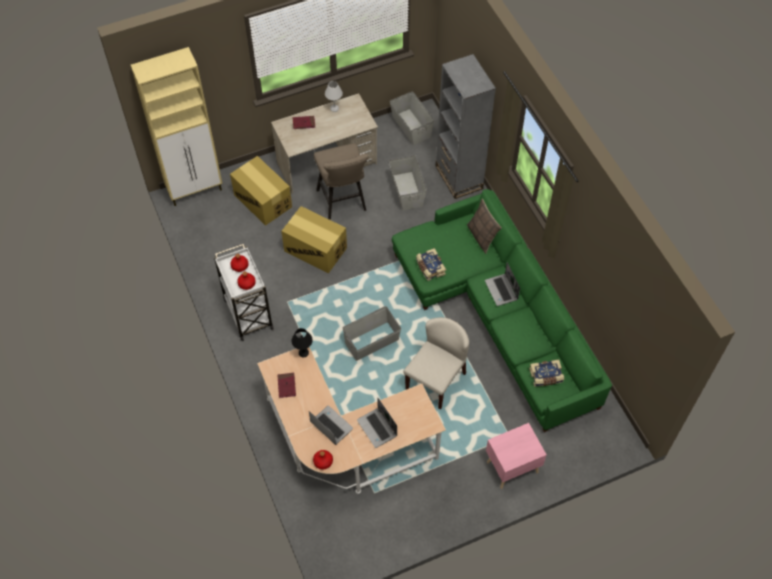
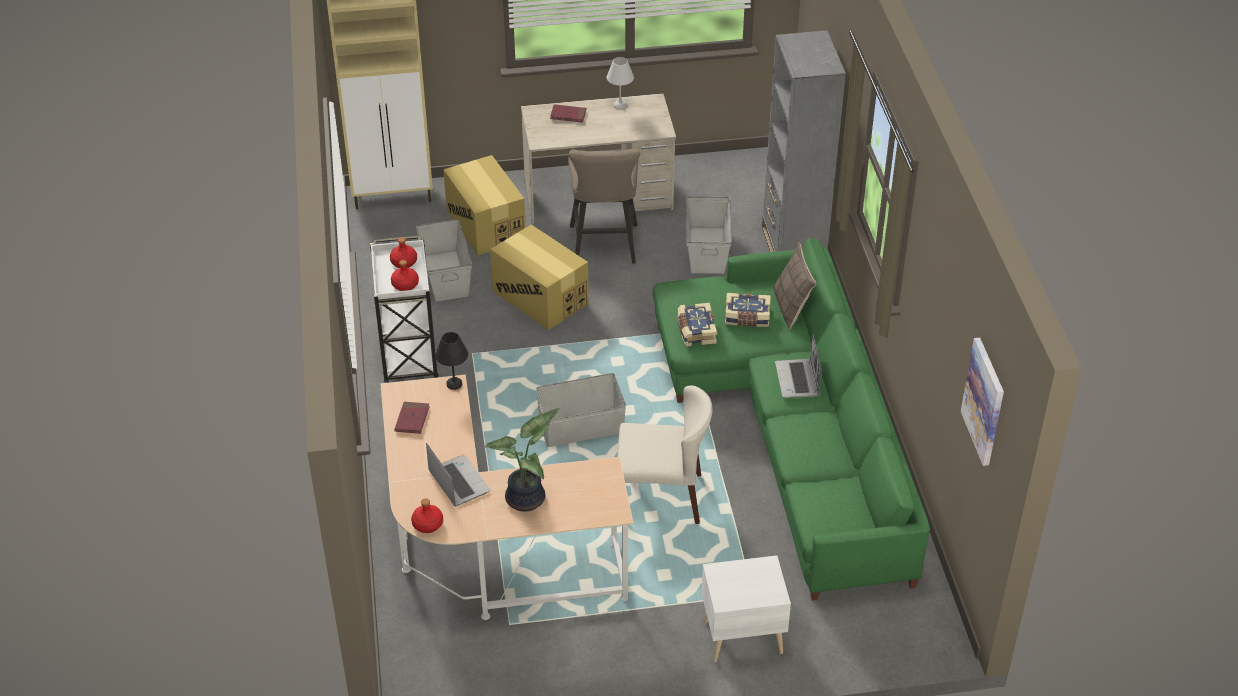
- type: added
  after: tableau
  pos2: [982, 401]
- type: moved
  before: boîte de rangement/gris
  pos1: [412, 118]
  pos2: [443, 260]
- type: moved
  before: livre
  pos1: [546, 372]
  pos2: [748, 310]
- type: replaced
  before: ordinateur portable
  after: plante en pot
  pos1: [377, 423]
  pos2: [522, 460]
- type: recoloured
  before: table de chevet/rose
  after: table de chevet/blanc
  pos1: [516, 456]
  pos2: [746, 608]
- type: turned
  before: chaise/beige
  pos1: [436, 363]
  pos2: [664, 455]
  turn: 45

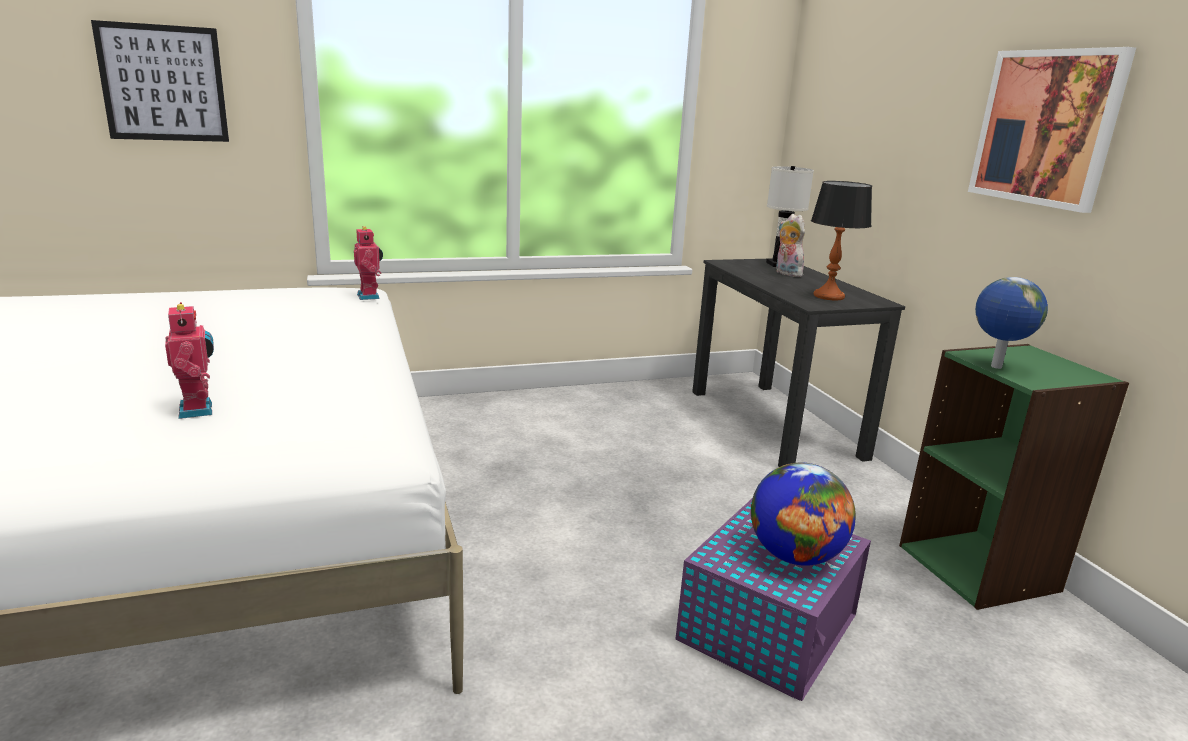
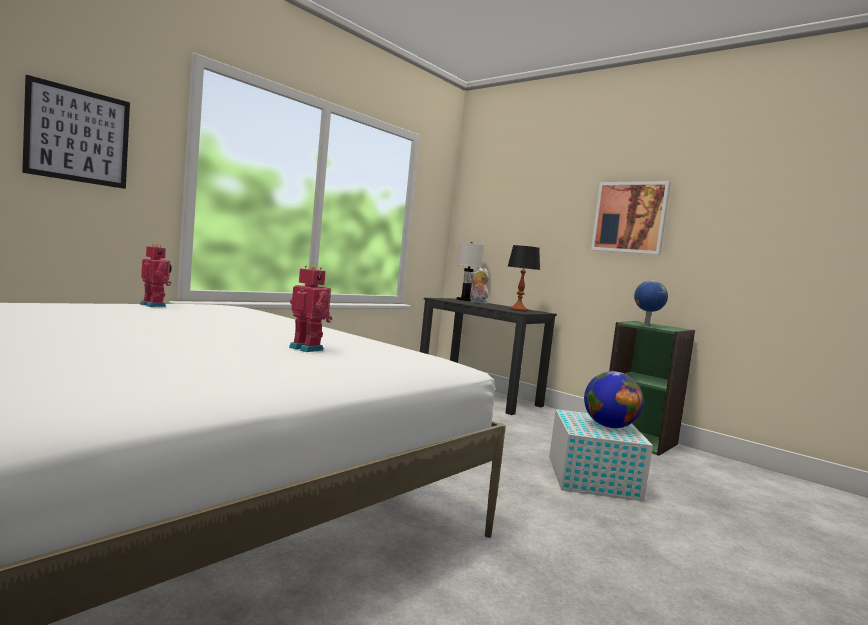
- type: moved
  before: robot jouet
  pos1: [368, 263]
  pos2: [156, 275]
- type: recoloured
  before: boîte de rangement/violet
  after: boîte de rangement/blanc
  pos1: [773, 600]
  pos2: [601, 455]

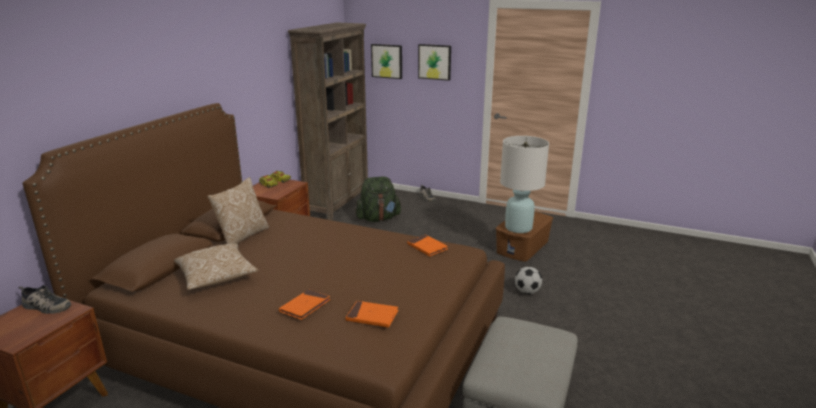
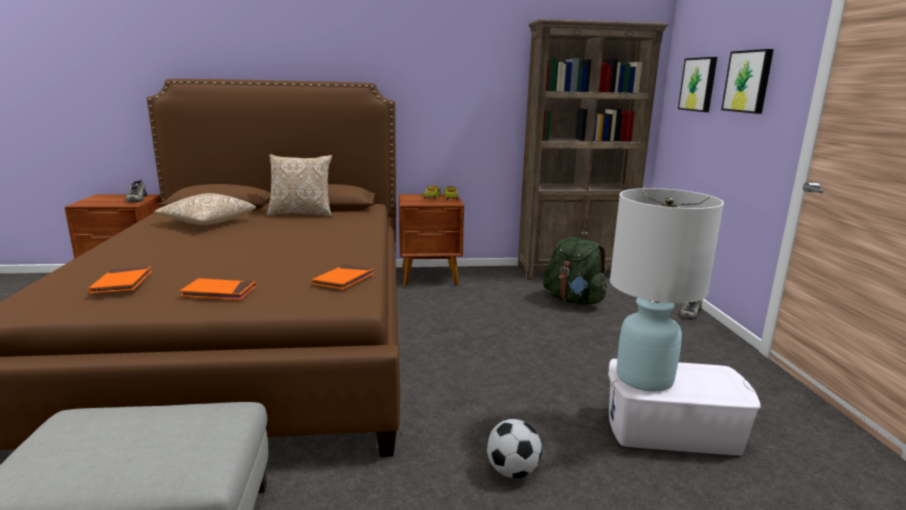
- type: moved
  before: livre/orange
  pos1: [304, 304]
  pos2: [218, 289]
- type: recoloured
  before: boîte de rangement/marron
  after: boîte de rangement/blanc
  pos1: [524, 236]
  pos2: [684, 407]

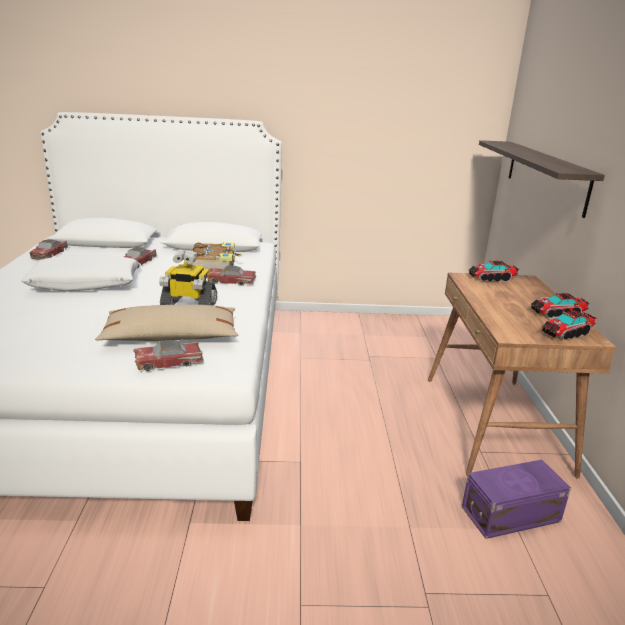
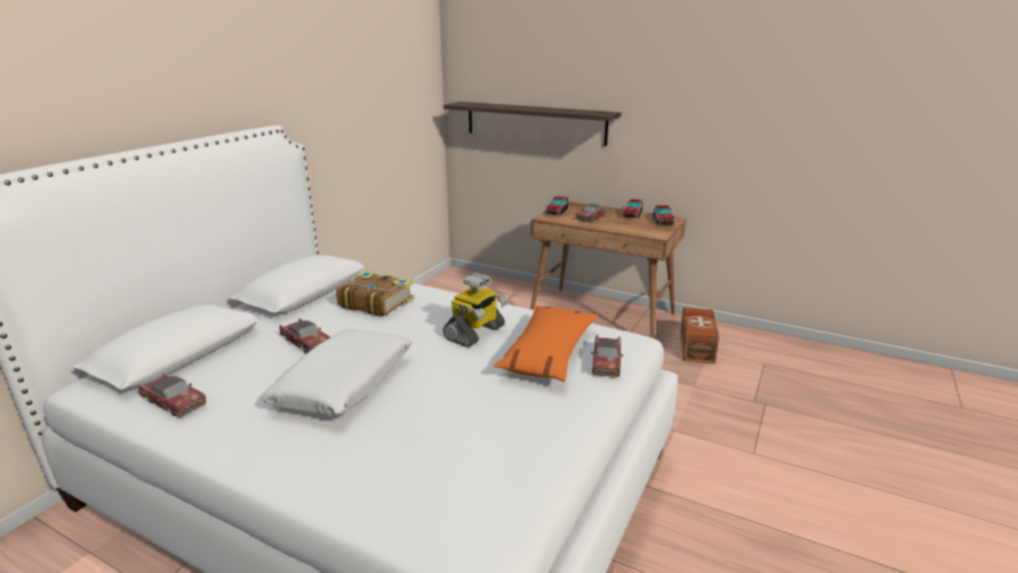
- type: moved
  before: petite voiture
  pos1: [231, 276]
  pos2: [591, 213]
- type: recoloured
  before: coussin/beige
  after: coussin/orange
  pos1: [166, 322]
  pos2: [546, 344]
- type: recoloured
  before: boîte de rangement/violet
  after: boîte de rangement/marron
  pos1: [516, 499]
  pos2: [699, 335]

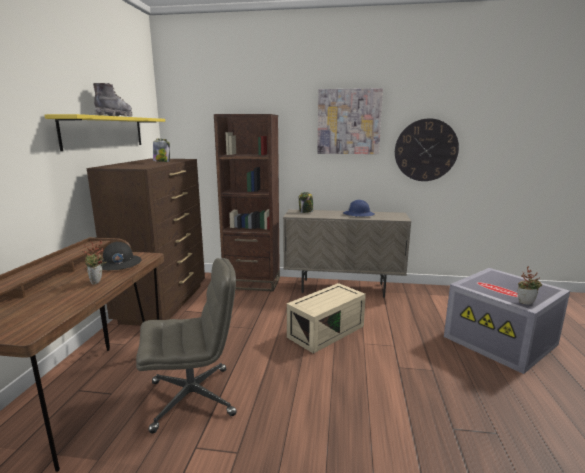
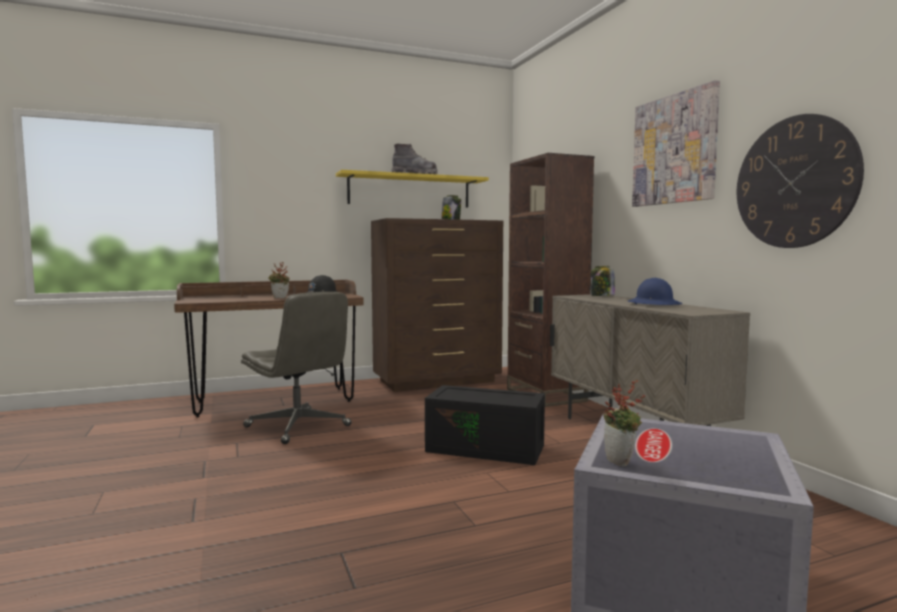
- type: recoloured
  before: boîte de rangement/beige
  after: boîte de rangement/noir
  pos1: [326, 318]
  pos2: [485, 425]

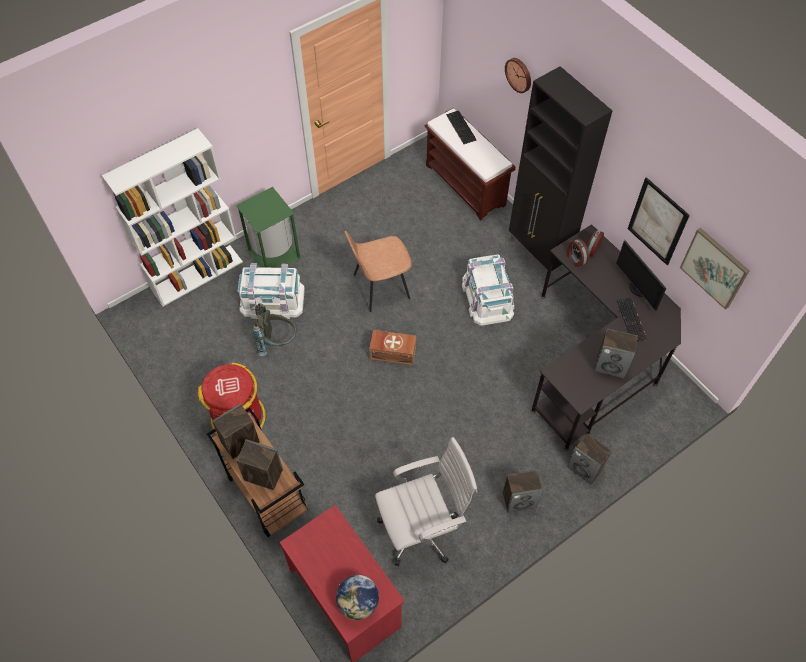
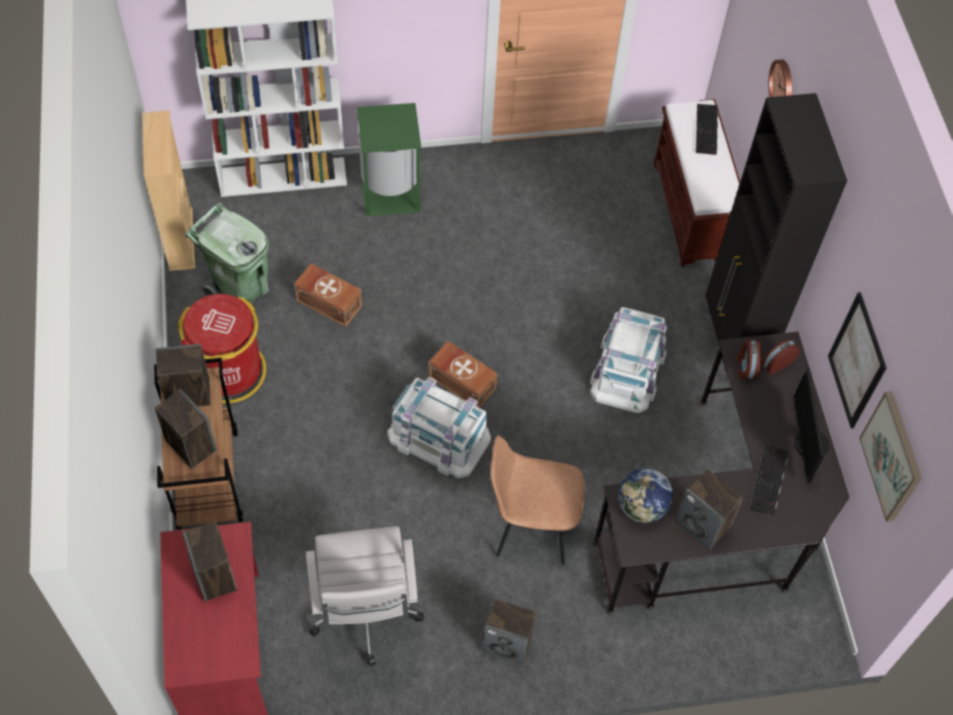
- type: added
  after: bibliothèque/beige
  pos2: [168, 190]
- type: added
  after: poubelle/vert
  pos2: [227, 253]
- type: moved
  before: boîte de rangement/blanc
  pos1: [271, 291]
  pos2: [439, 427]
- type: moved
  before: globe
  pos1: [357, 597]
  pos2: [645, 495]
- type: moved
  before: chaise/marron
  pos1: [378, 271]
  pos2: [537, 500]
- type: moved
  before: enceinte
  pos1: [589, 459]
  pos2: [209, 561]
- type: replaced
  before: sac à dos/gris
  after: boîte de rangement/marron
  pos1: [274, 329]
  pos2: [328, 295]
- type: turned
  before: chaise de bureau/blanc
  pos1: [426, 501]
  pos2: [365, 596]
  turn: 75

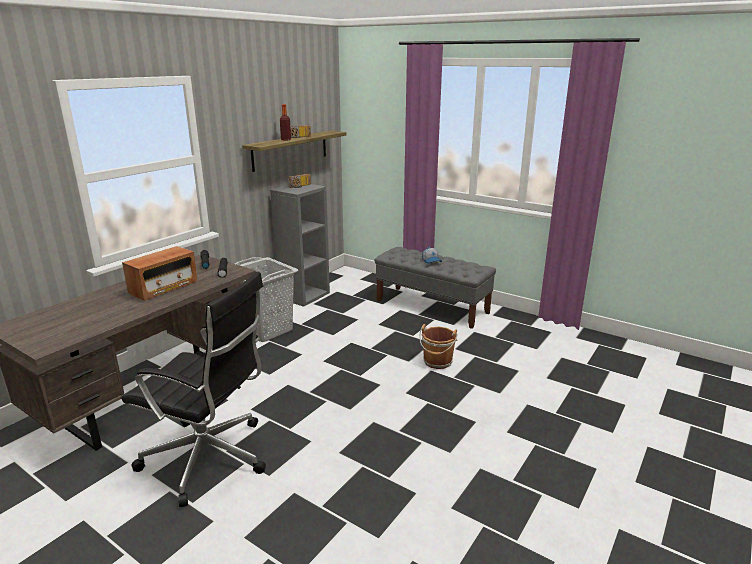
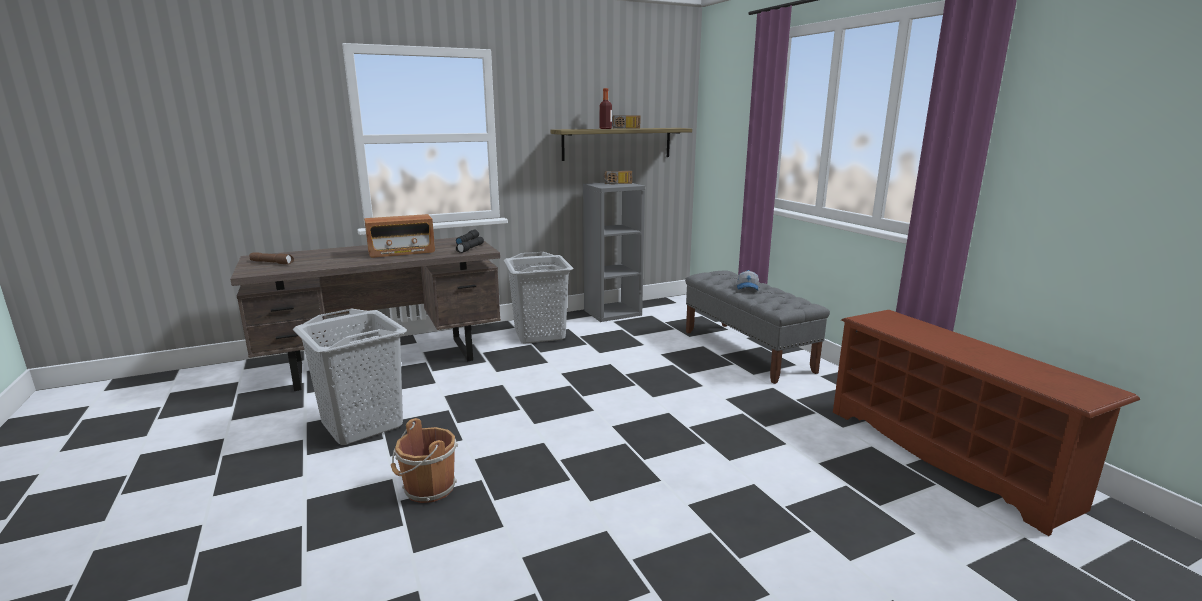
- type: added
  after: lampe de poche/marron
  pos2: [271, 258]
- type: added
  after: étagère à chaussures/marron
  pos2: [986, 423]
- type: moved
  before: seau/marron
  pos1: [438, 346]
  pos2: [424, 460]
- type: replaced
  before: chaise de bureau/noir
  after: panier à linge/gris
  pos1: [194, 389]
  pos2: [350, 377]

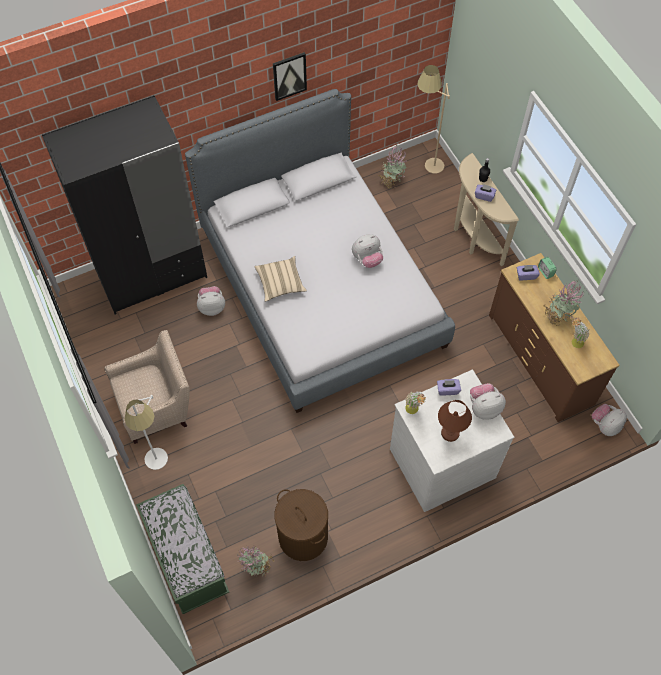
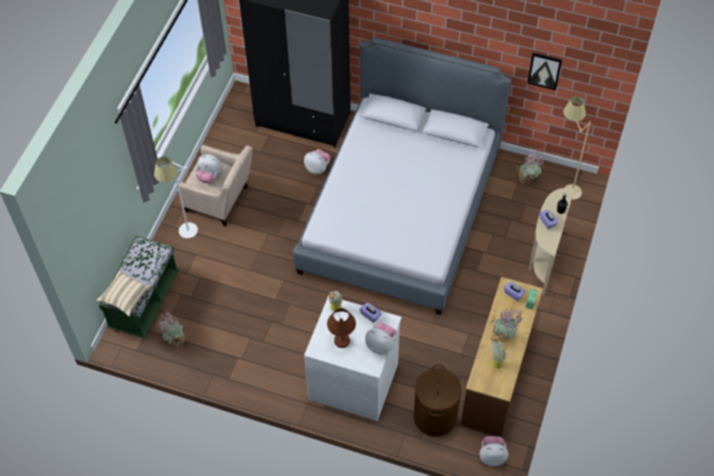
- type: moved
  before: coussin/beige
  pos1: [280, 279]
  pos2: [124, 293]
- type: moved
  before: tableau
  pos1: [290, 76]
  pos2: [544, 71]
- type: moved
  before: panier à linge/marron
  pos1: [301, 525]
  pos2: [438, 401]
- type: moved
  before: peluche
  pos1: [367, 251]
  pos2: [209, 168]

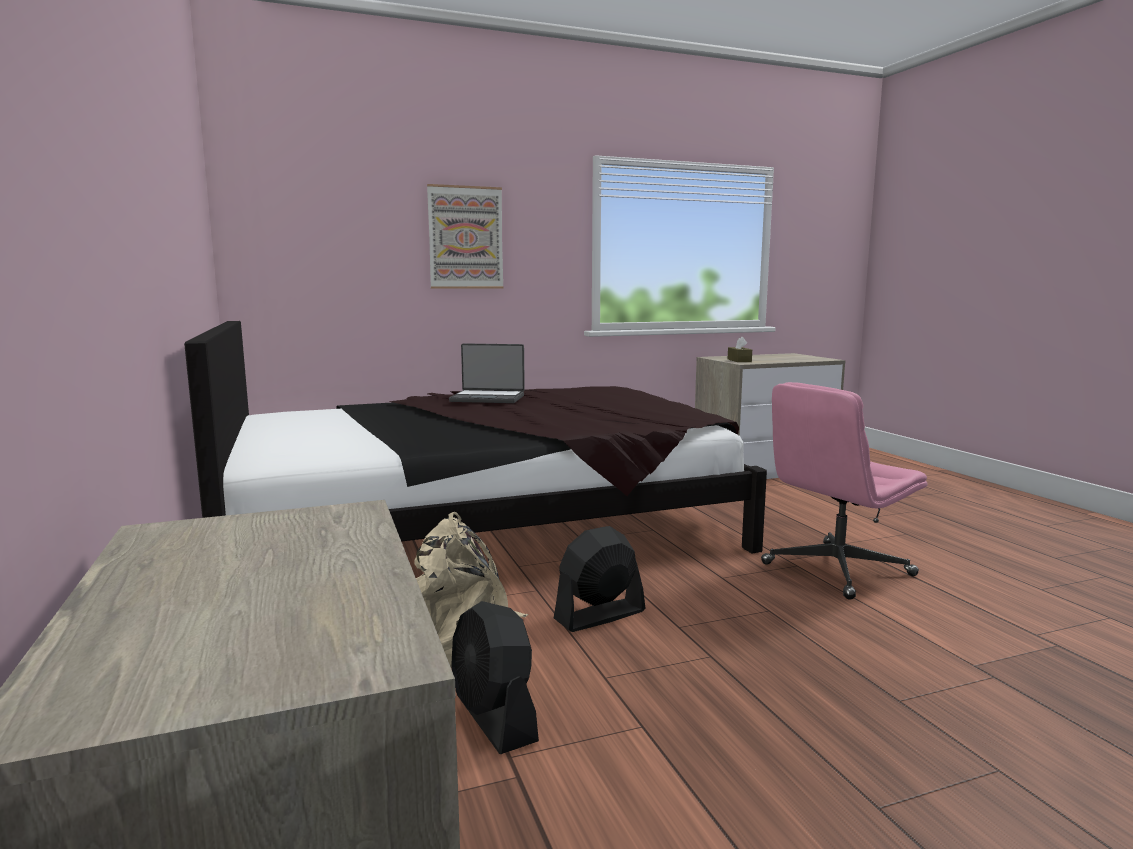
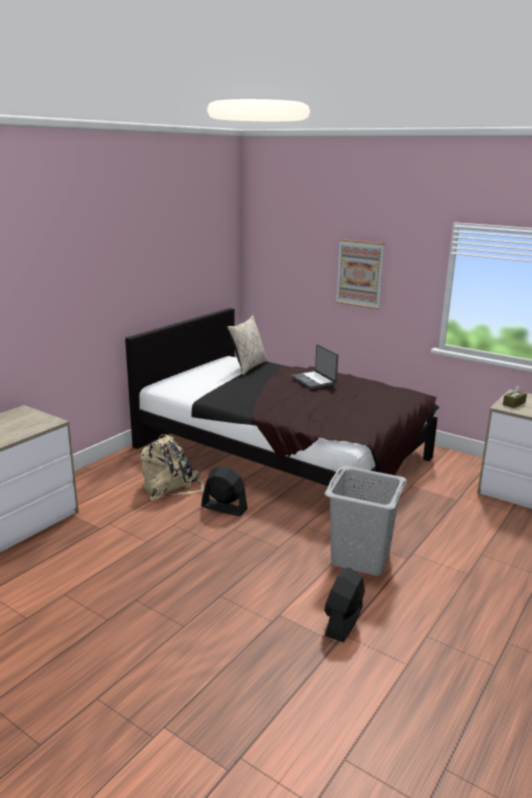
- type: added
  after: coussin/beige
  pos2: [247, 345]
- type: moved
  before: ventilateur/noir
  pos1: [495, 677]
  pos2: [344, 605]
- type: replaced
  before: chaise de bureau/rose
  after: panier à linge/gris
  pos1: [844, 491]
  pos2: [366, 521]

